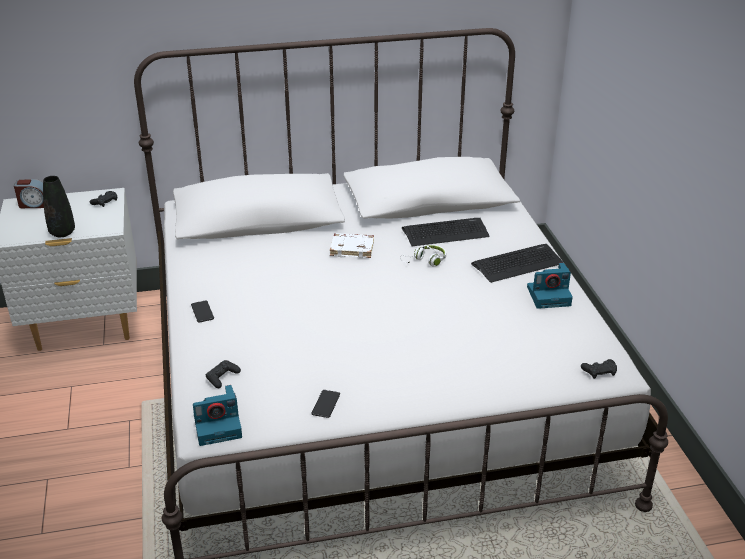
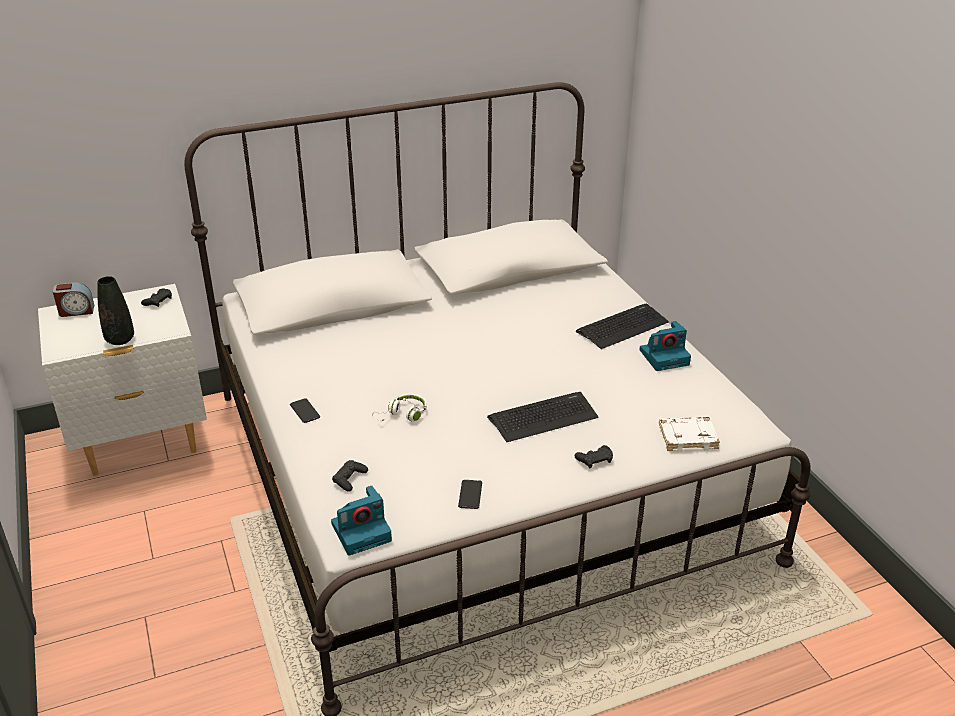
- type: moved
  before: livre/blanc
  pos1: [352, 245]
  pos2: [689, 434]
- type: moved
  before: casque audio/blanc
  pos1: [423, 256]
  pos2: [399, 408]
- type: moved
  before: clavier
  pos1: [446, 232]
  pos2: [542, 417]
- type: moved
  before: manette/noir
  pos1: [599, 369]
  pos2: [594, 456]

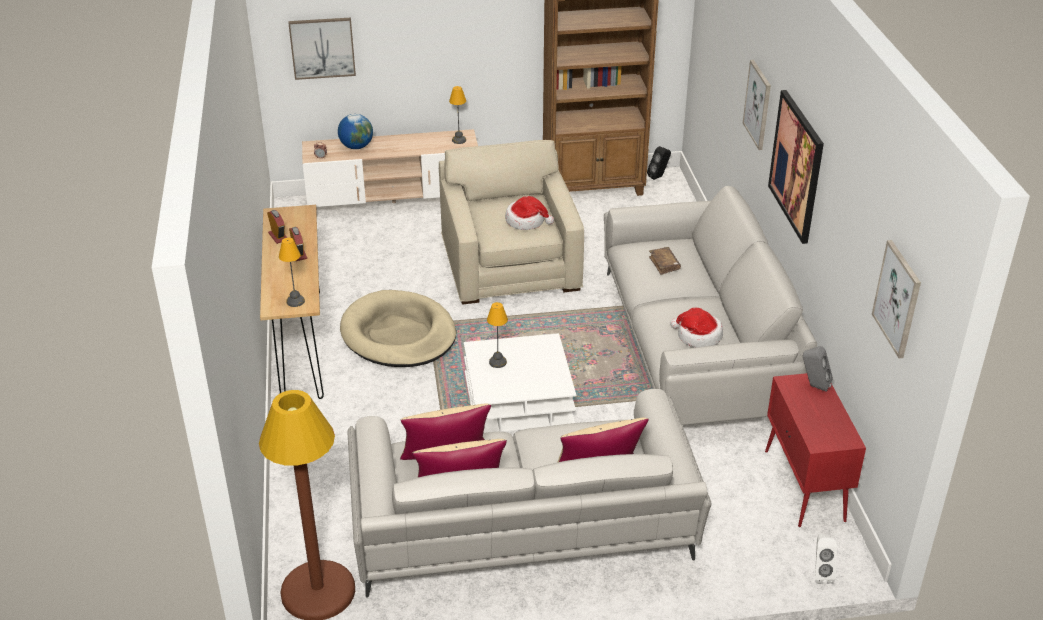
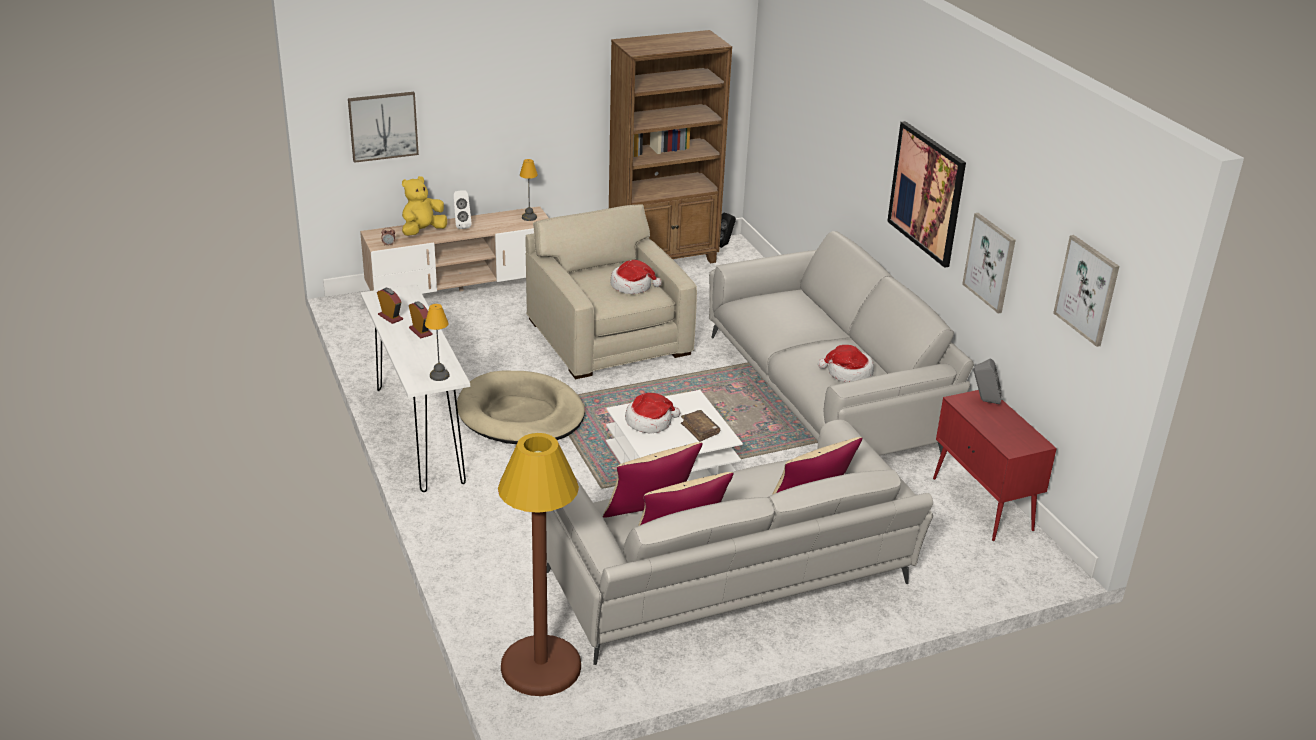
- type: moved
  before: livre/marron
  pos1: [665, 261]
  pos2: [700, 426]
- type: moved
  before: tableau
  pos1: [757, 105]
  pos2: [989, 263]
- type: moved
  before: enceinte/blanc
  pos1: [826, 559]
  pos2: [463, 209]
- type: replaced
  before: globe
  after: peluche/jaune
  pos1: [355, 131]
  pos2: [424, 206]
- type: replaced
  before: lampe de table
  after: chapeau
  pos1: [497, 335]
  pos2: [652, 413]
- type: recoloured
  before: table console/marron
  after: table console/blanc
  pos1: [292, 302]
  pos2: [415, 388]

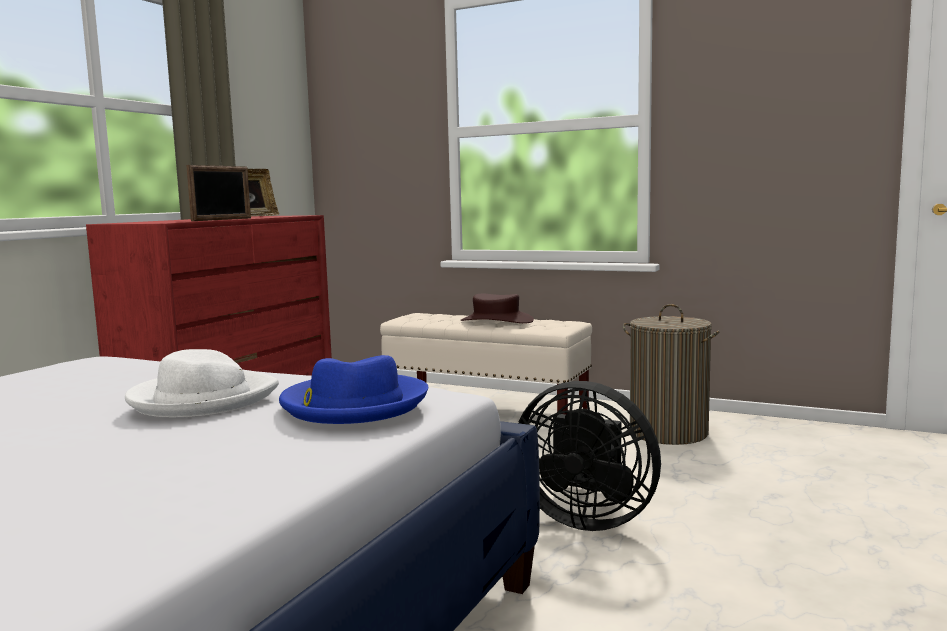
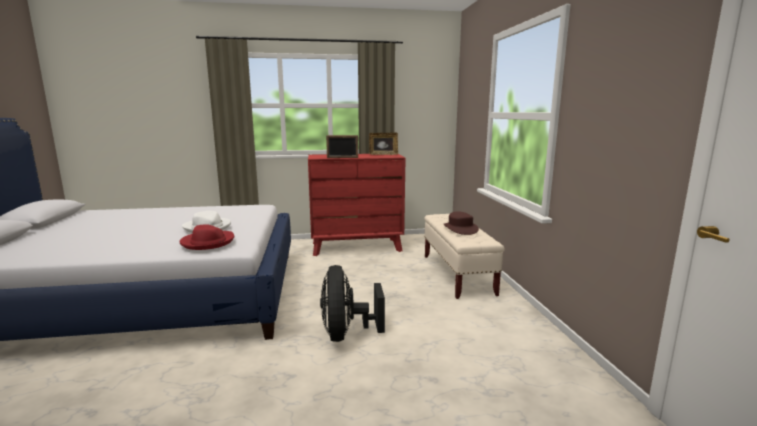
- type: removed
  before: panier à linge
  pos1: [671, 374]
- type: recoloured
  before: chapeau/bleu
  after: chapeau/rouge
  pos1: [353, 389]
  pos2: [207, 237]

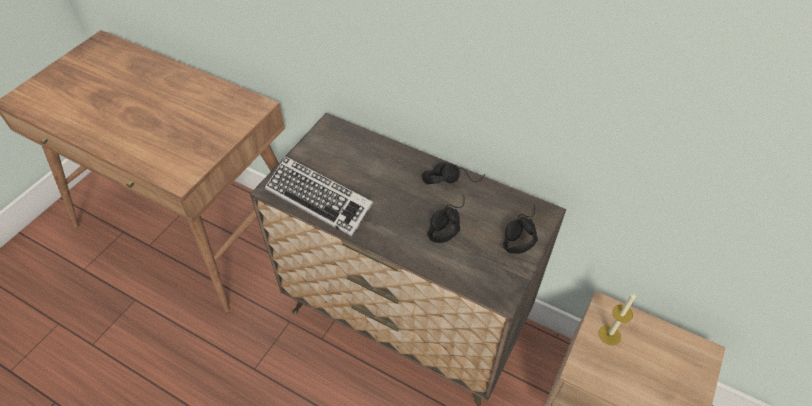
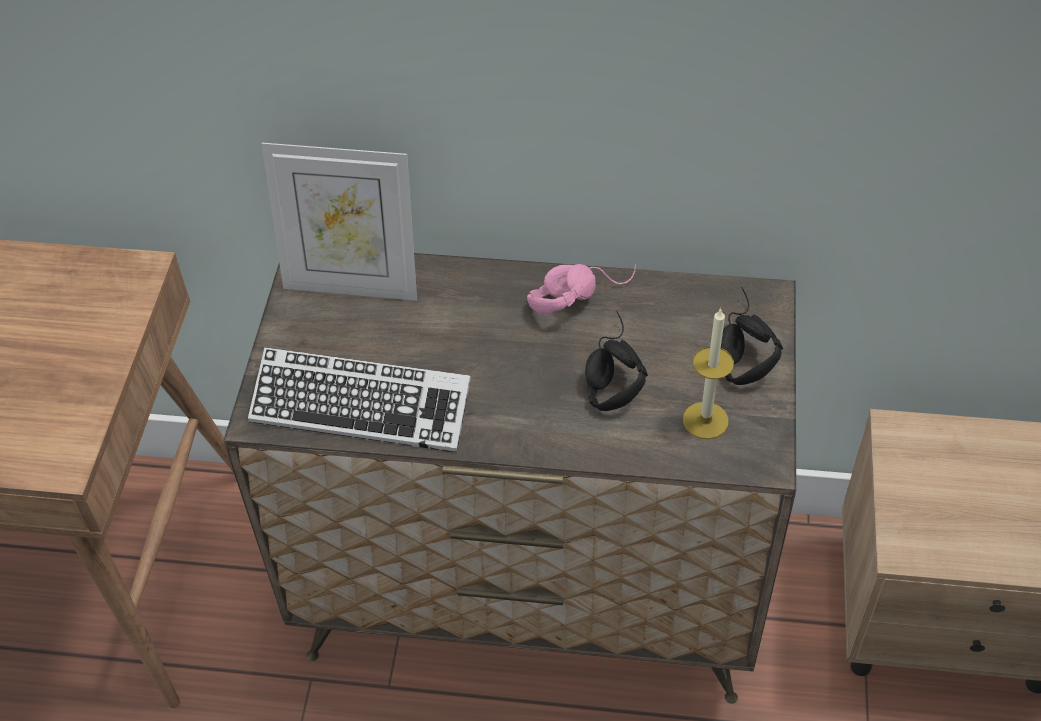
- type: added
  after: cadre photo
  pos2: [339, 222]
- type: moved
  before: bougie
  pos1: [617, 319]
  pos2: [708, 373]
- type: recoloured
  before: casque audio/noir
  after: casque audio/rose
  pos1: [453, 173]
  pos2: [581, 289]

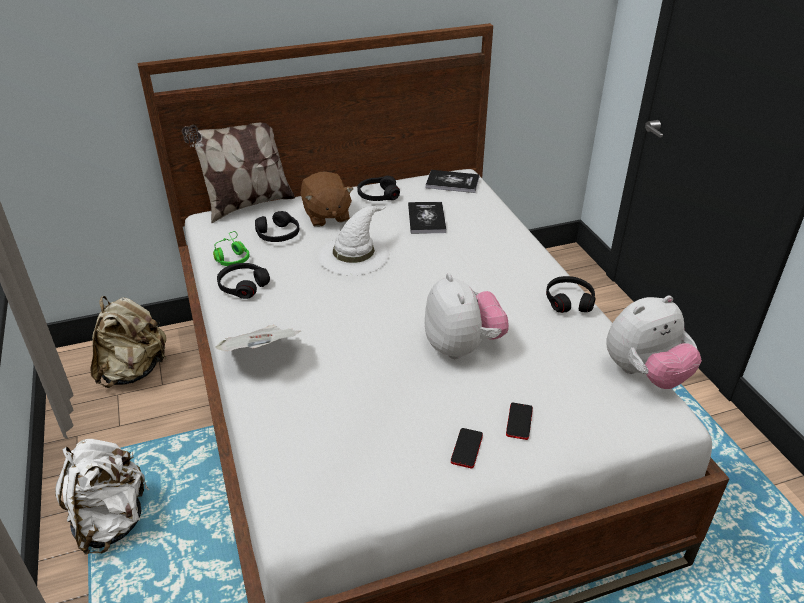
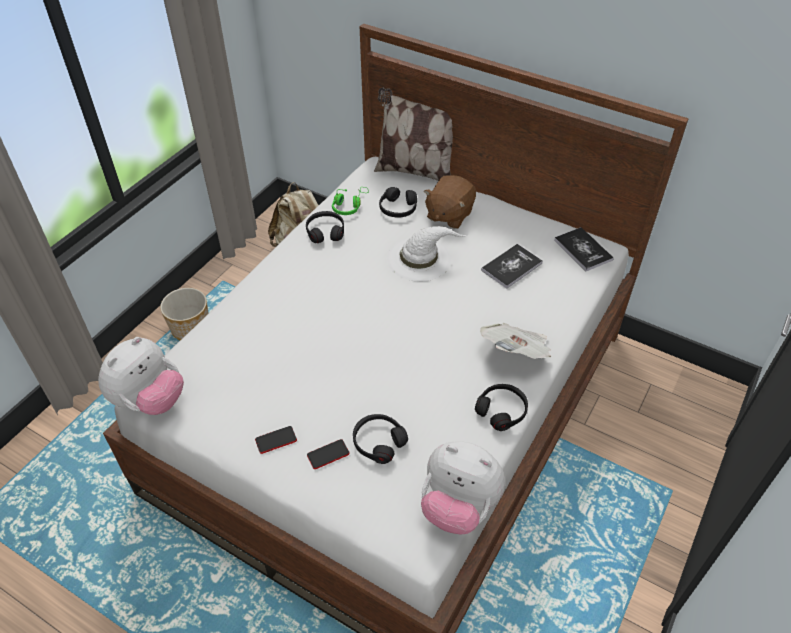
- type: moved
  before: journal
  pos1: [258, 338]
  pos2: [515, 341]
- type: moved
  before: casque audio/noir
  pos1: [378, 188]
  pos2: [380, 439]
- type: moved
  before: peluche
  pos1: [467, 316]
  pos2: [141, 376]
- type: replaced
  before: sac à dos/blanc
  after: cache-pot
  pos1: [102, 496]
  pos2: [184, 314]

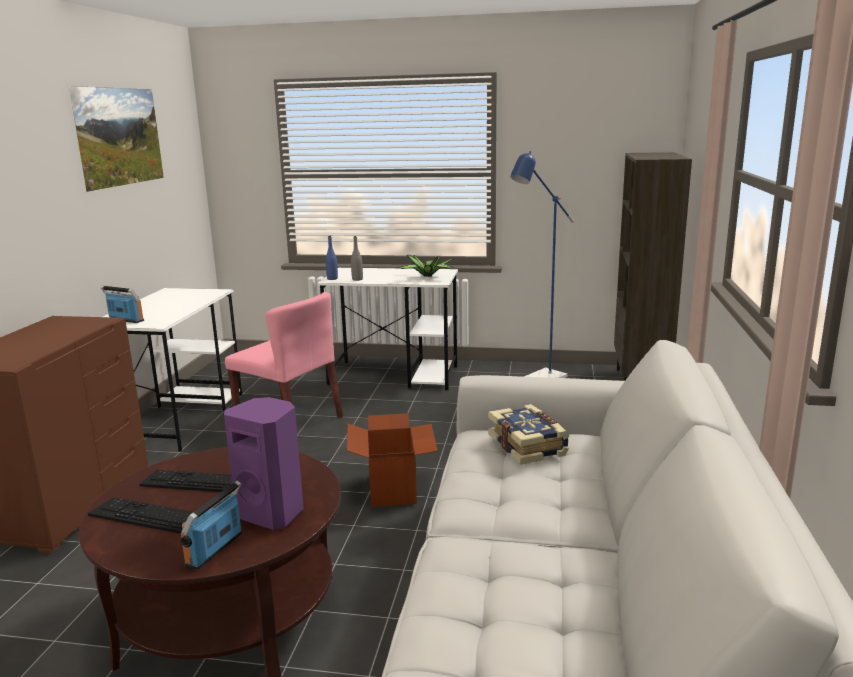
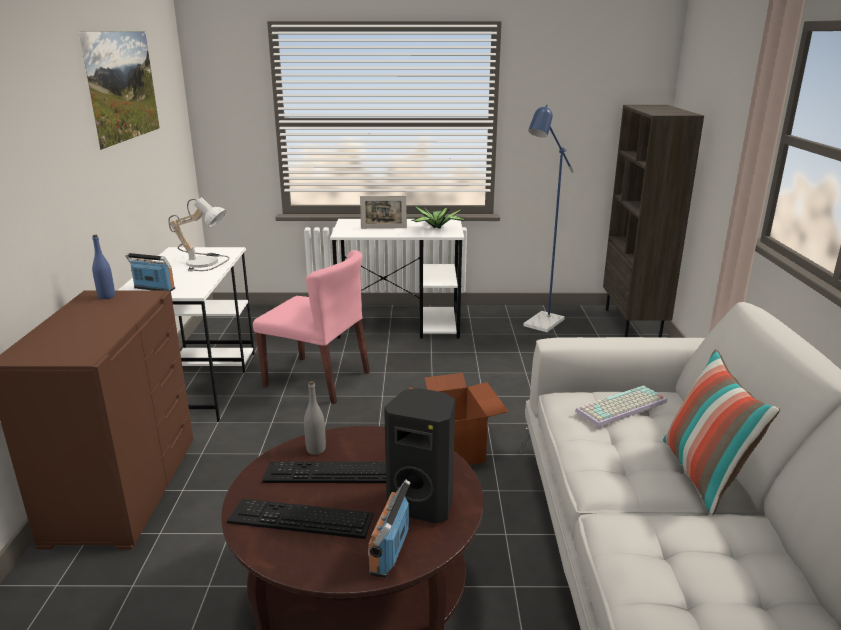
- type: added
  after: lampe de table
  pos2: [199, 234]
- type: added
  after: cadre photo
  pos2: [383, 212]
- type: added
  after: coussin
  pos2: [721, 432]
- type: moved
  before: bouteille/bleu
  pos1: [332, 258]
  pos2: [103, 267]
- type: moved
  before: bouteille/gris
  pos1: [357, 258]
  pos2: [315, 418]
- type: replaced
  before: livre
  after: clavier
  pos1: [529, 434]
  pos2: [621, 406]
- type: recoloured
  before: enceinte/violet
  after: enceinte/noir
  pos1: [264, 463]
  pos2: [419, 456]

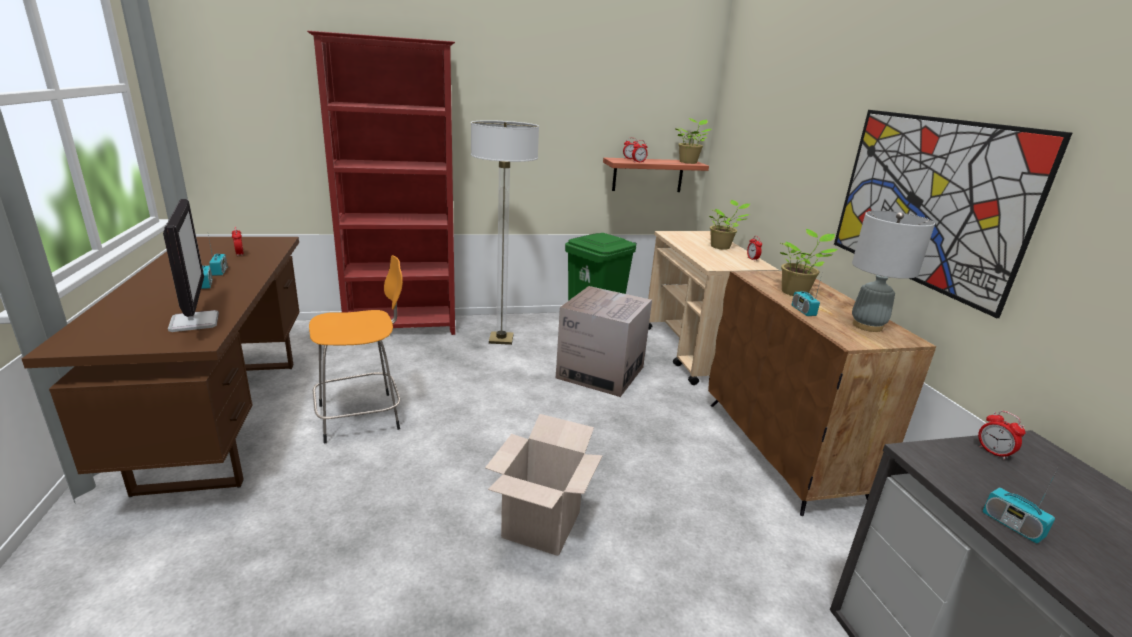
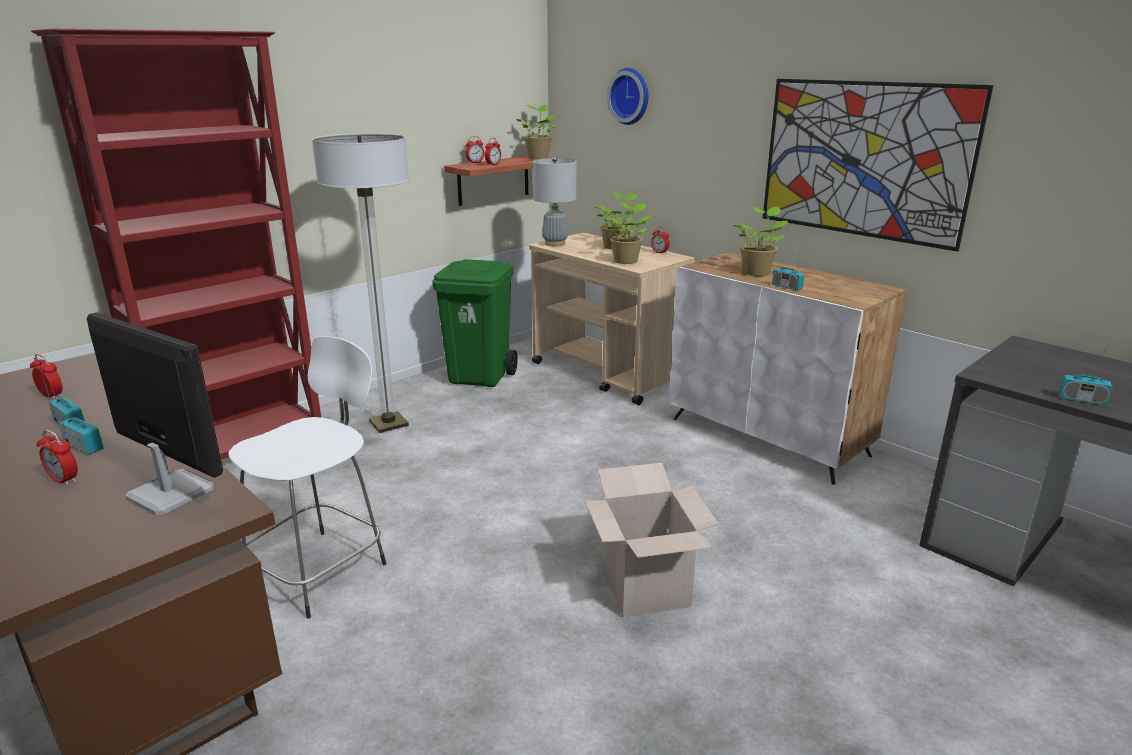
- type: removed
  before: carton
  pos1: [604, 341]
- type: added
  after: plante en pot
  pos2: [627, 233]
- type: added
  after: horloge murale
  pos2: [627, 96]
- type: moved
  before: lampe de table/gris
  pos1: [893, 271]
  pos2: [555, 201]
- type: moved
  before: réveil
  pos1: [1001, 435]
  pos2: [57, 458]
- type: recoloured
  before: tabouret/orange
  after: tabouret/blanc
  pos1: [356, 349]
  pos2: [307, 477]
- type: recoloured
  before: meuble de rangement/marron
  after: meuble de rangement/blanc
  pos1: [822, 393]
  pos2: [788, 368]

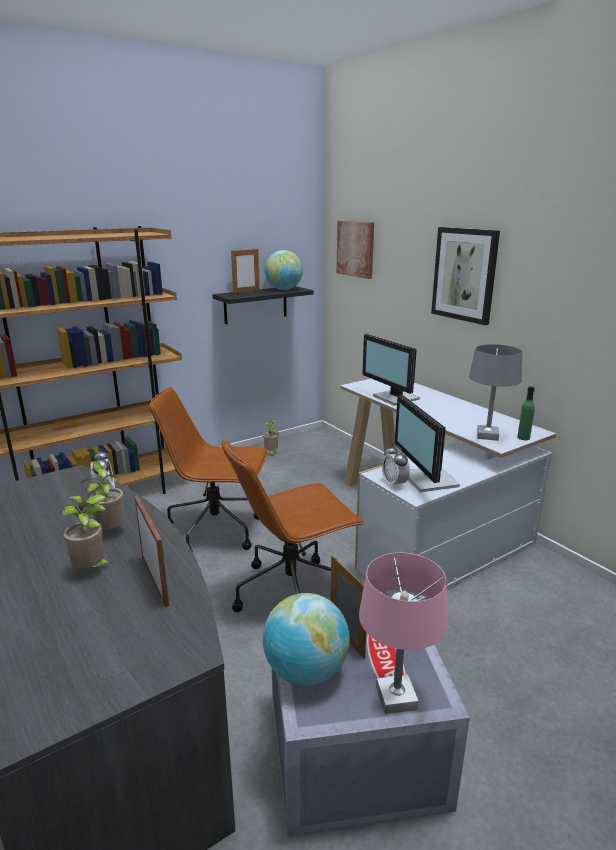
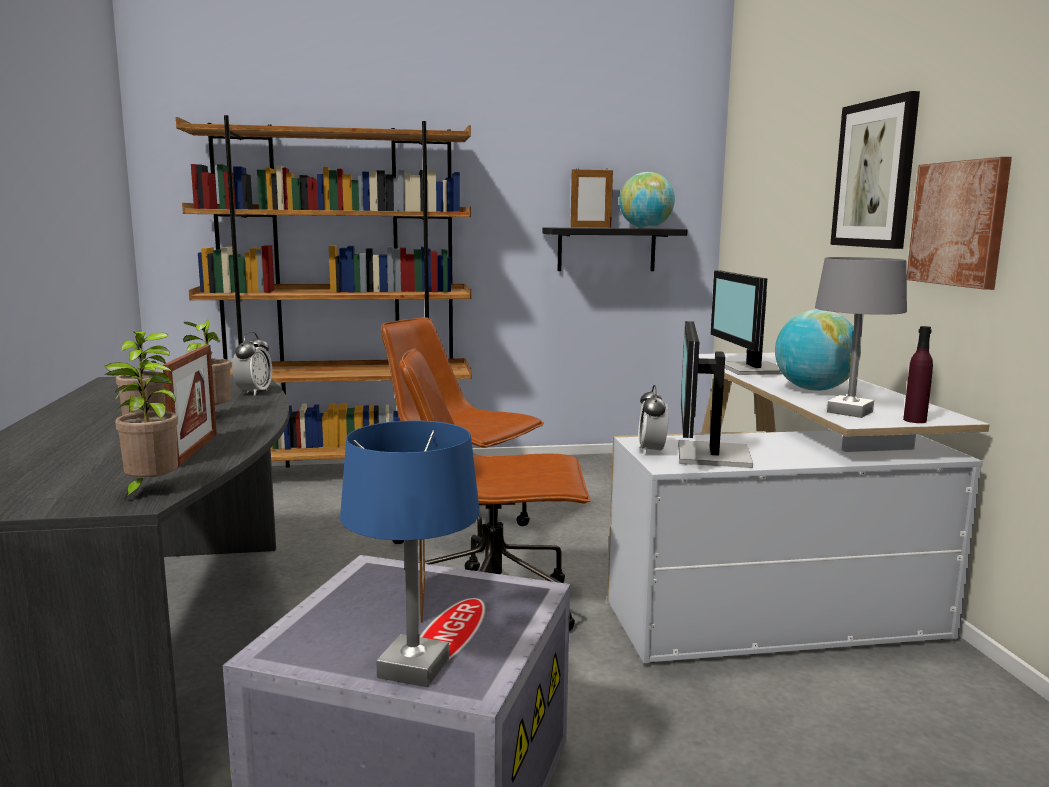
- type: moved
  before: plante en pot
  pos1: [271, 438]
  pos2: [141, 431]
- type: moved
  before: globe
  pos1: [306, 639]
  pos2: [818, 350]
- type: moved
  before: tableau
  pos1: [355, 249]
  pos2: [959, 223]
- type: recoloured
  before: lampe de table/rose
  after: lampe de table/bleu
  pos1: [403, 633]
  pos2: [410, 553]
- type: recoloured
  before: bouteille/vert
  after: bouteille/violet
  pos1: [526, 413]
  pos2: [918, 374]

